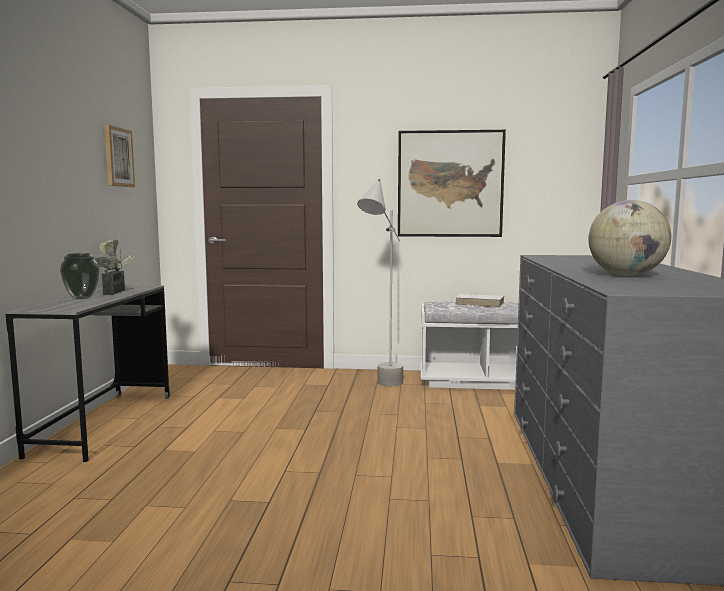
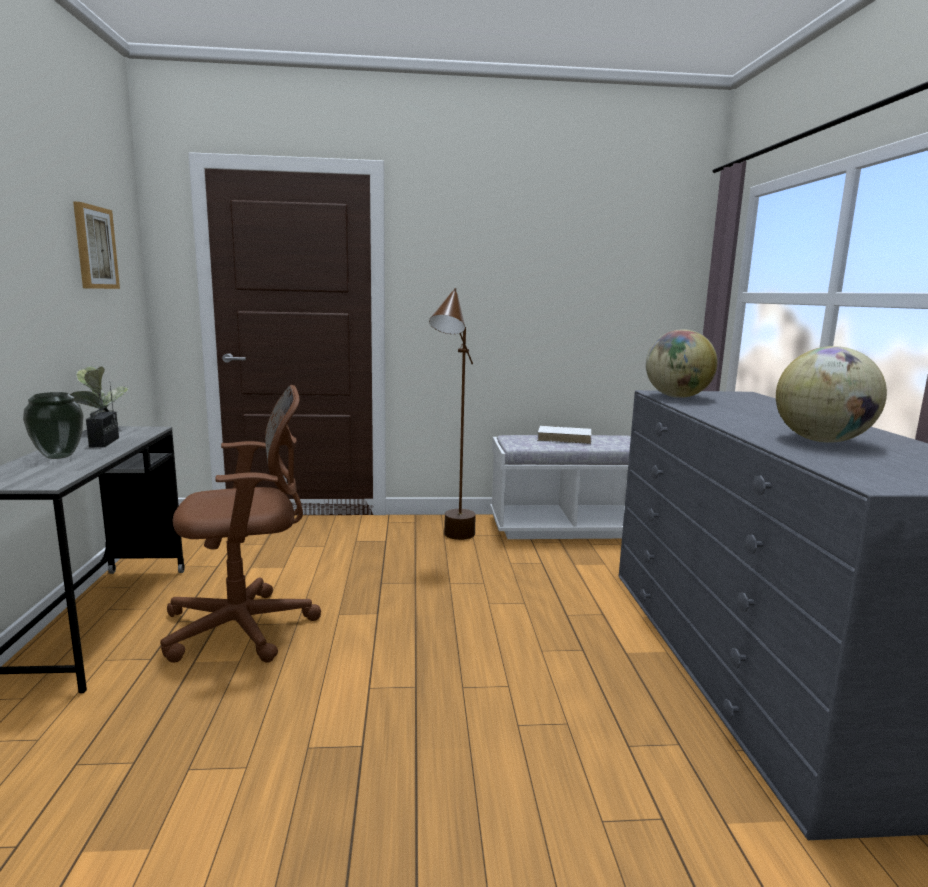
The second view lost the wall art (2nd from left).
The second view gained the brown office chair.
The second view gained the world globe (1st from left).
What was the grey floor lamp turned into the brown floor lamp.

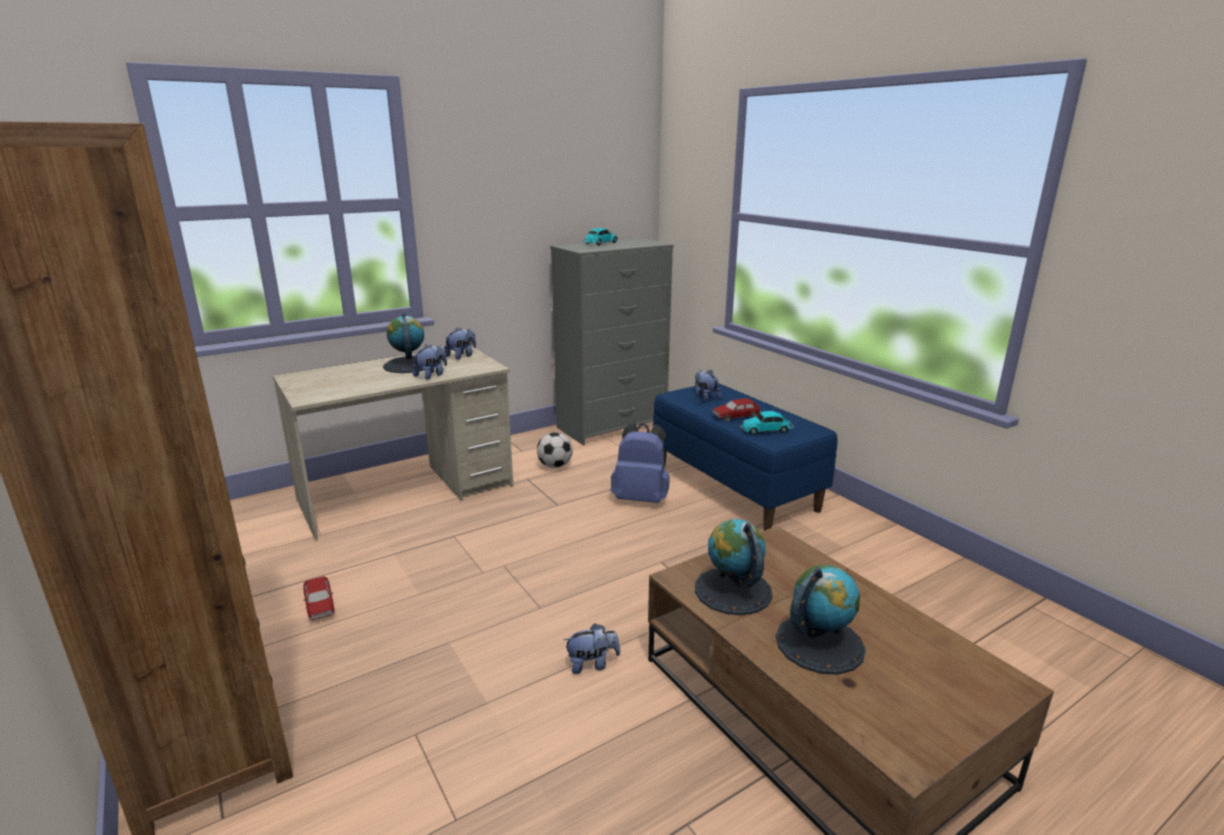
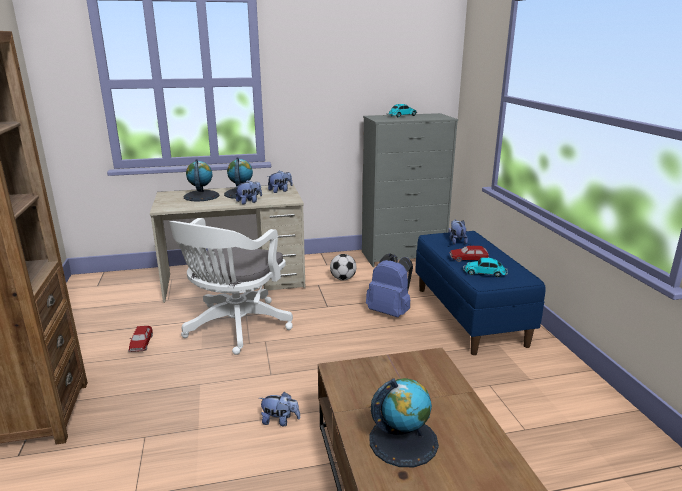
The second view gained the white office chair.
The world globe (2nd from left in the first image) ended up elsewhere.

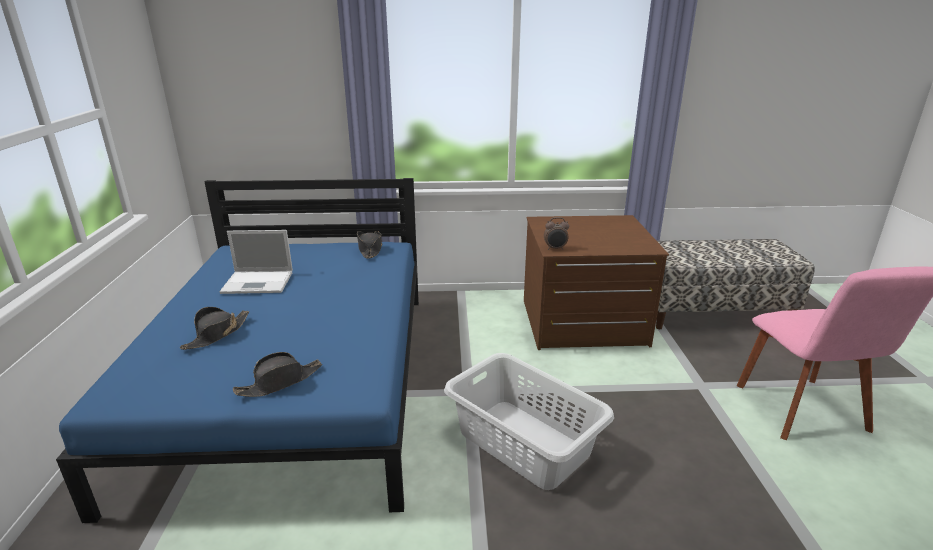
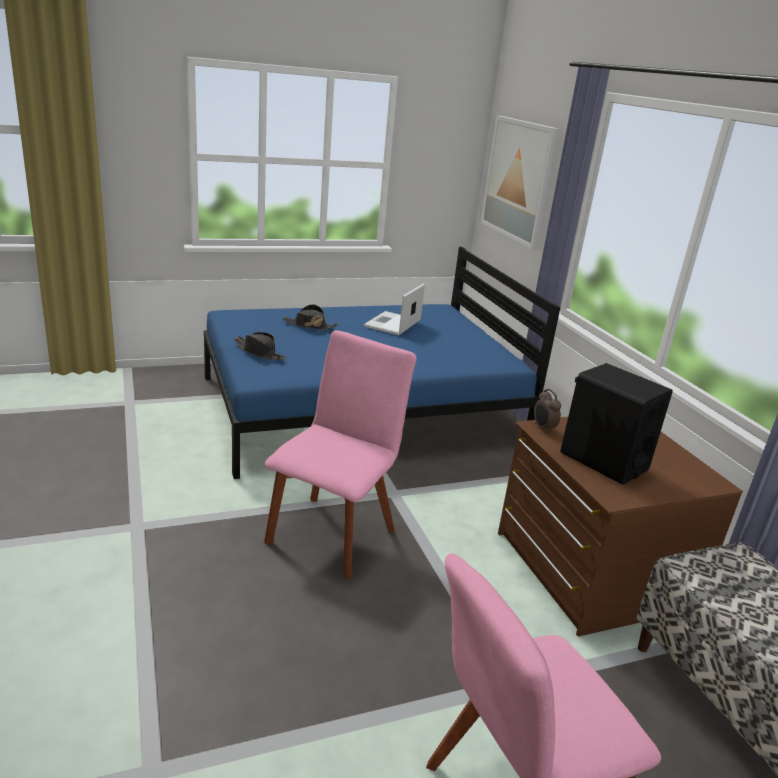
The second view lost the black wearable hat (3rd from left).
The second view gained the wall art.
The second view gained the black audio speaker.
Where the grey washing basket stood, the pink-coloured upright chair (1st from left) came to stand.
The laptop ended up facing another way, 45 degrees clockwise from before.

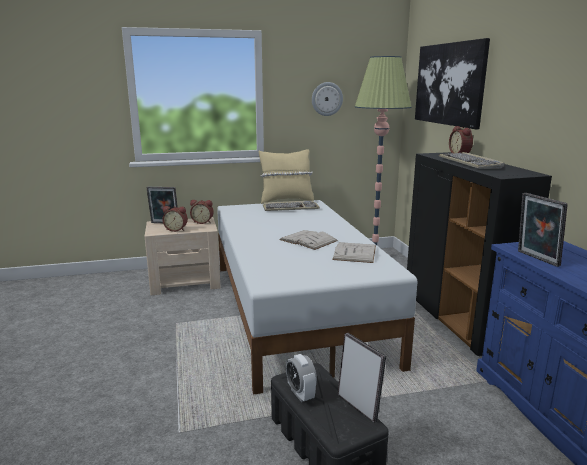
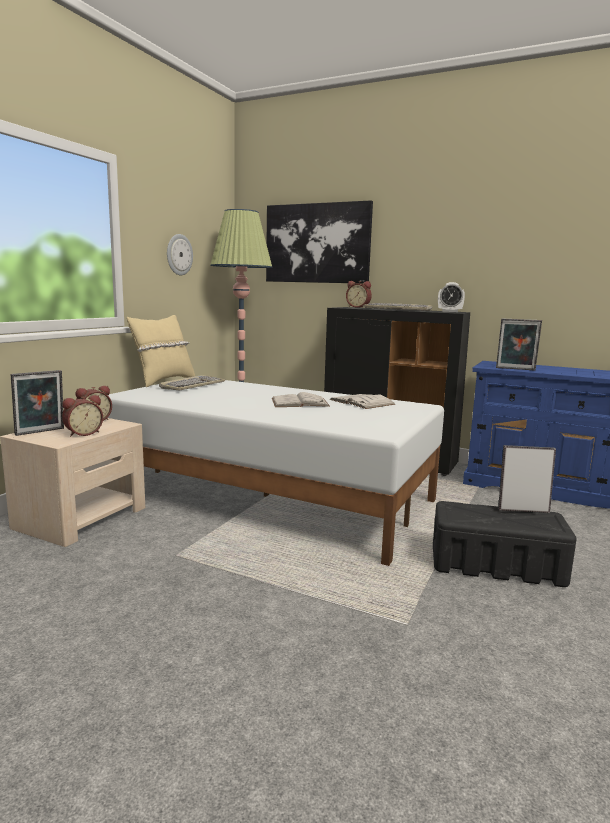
The table clock (3rd from left in the first image) ended up elsewhere.

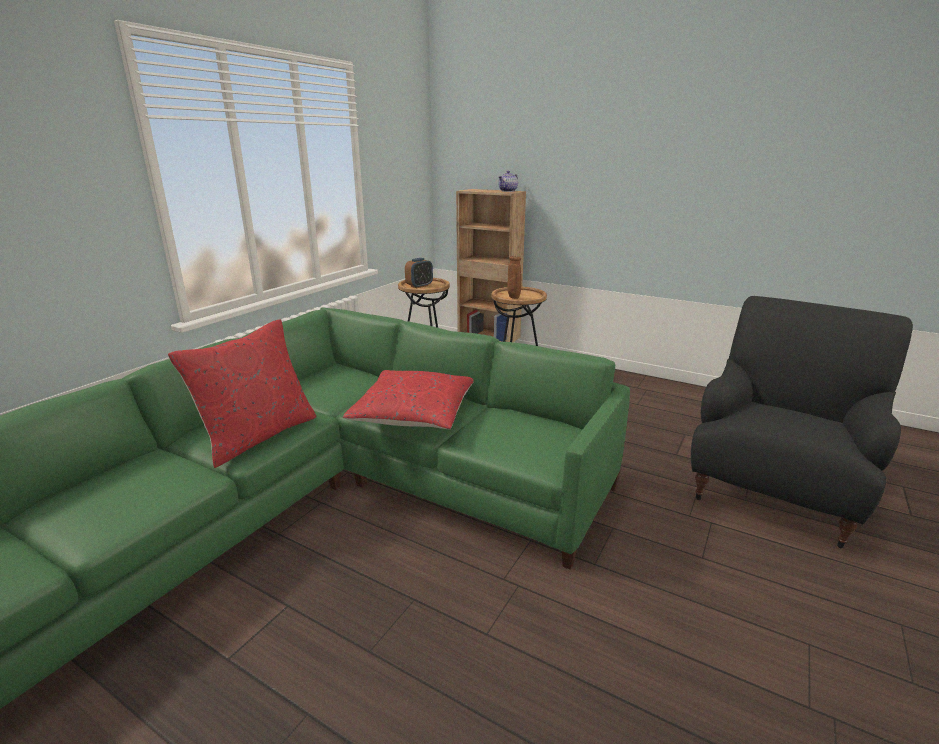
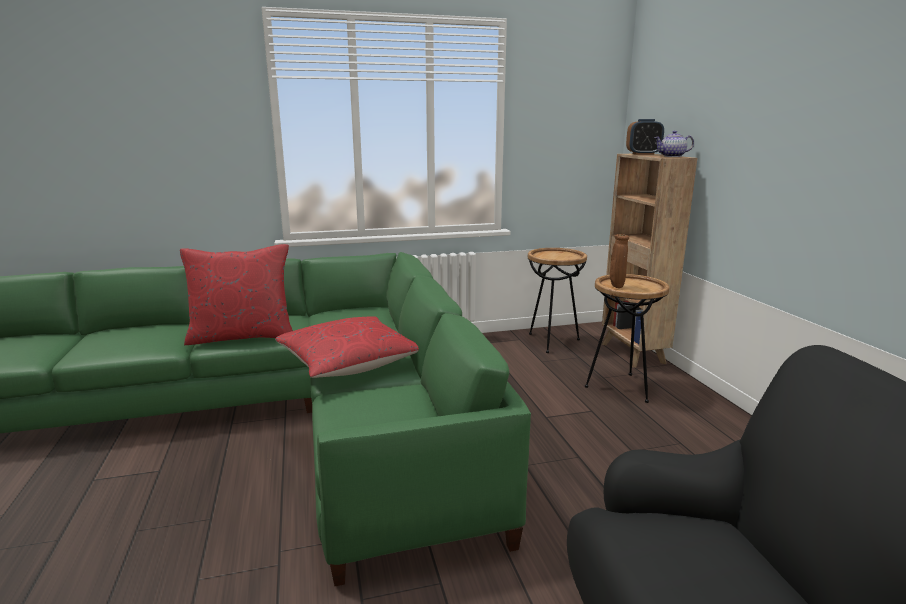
The table clock ended up elsewhere.

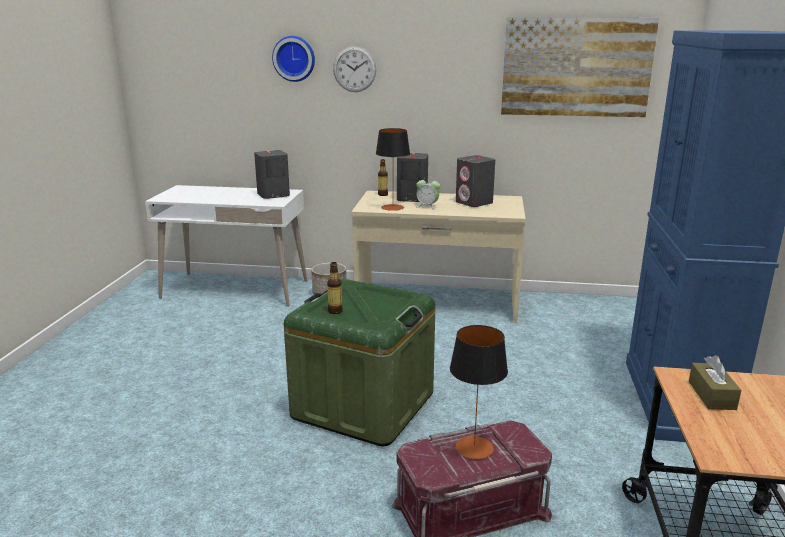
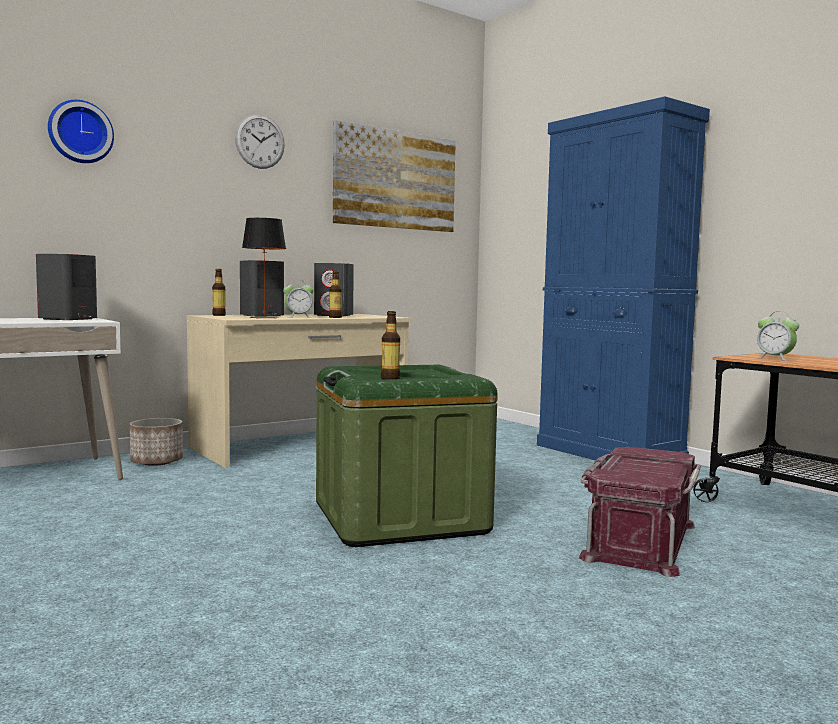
The second view lost the tabletop lamp (2nd from left).
The second view gained the drink bottle (2nd from left).
The wall clock (2nd from left) ended up elsewhere.
Where the brown tissue box stood, the table clock (2nd from left) came to stand.

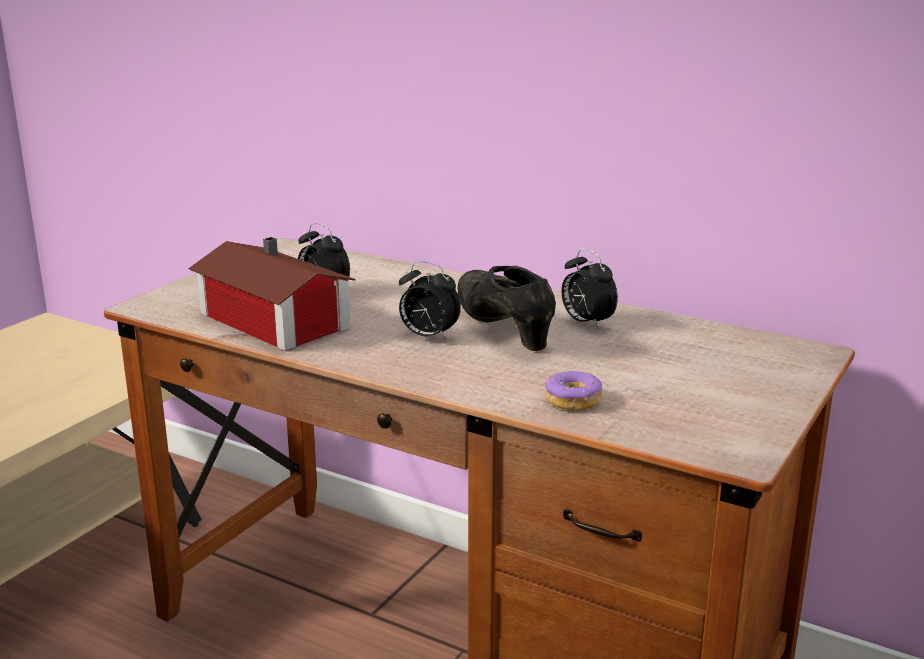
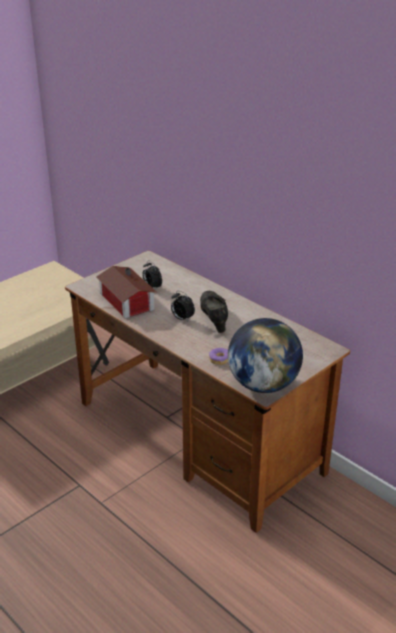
The second view lost the table clock (3rd from left).
The second view gained the world globe.

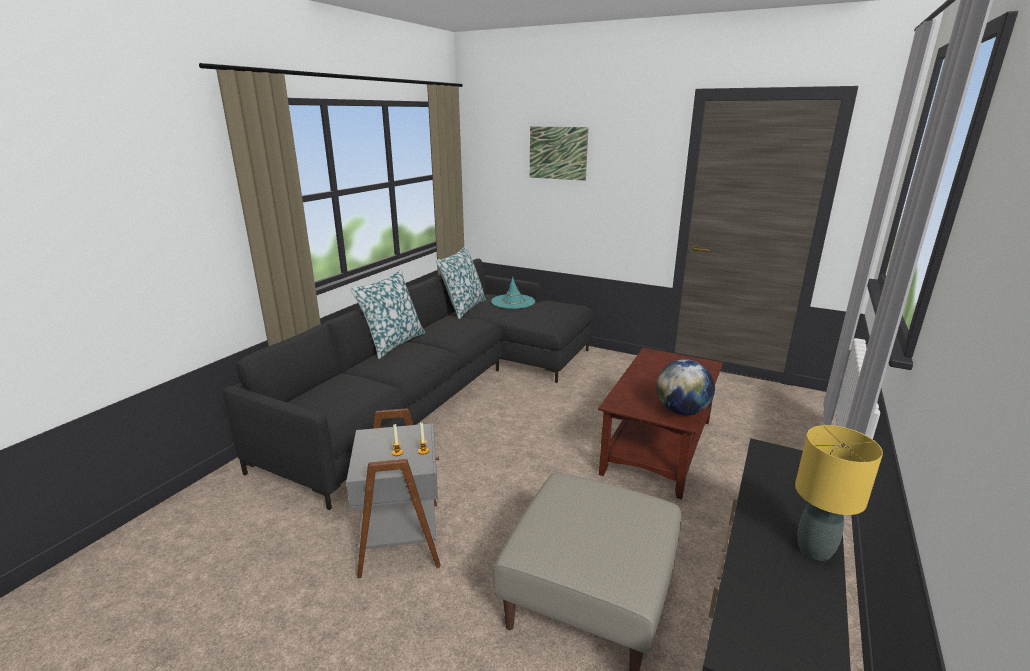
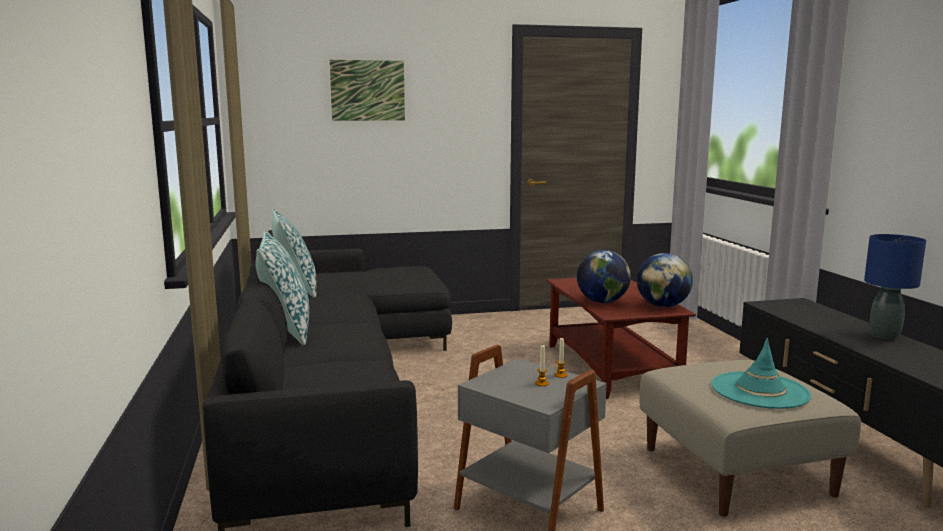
The second view gained the world globe (1st from left).
The turquoise-coloured wearable hat ended up elsewhere.
What was the yellow tabletop lamp turned into the bluish tabletop lamp.

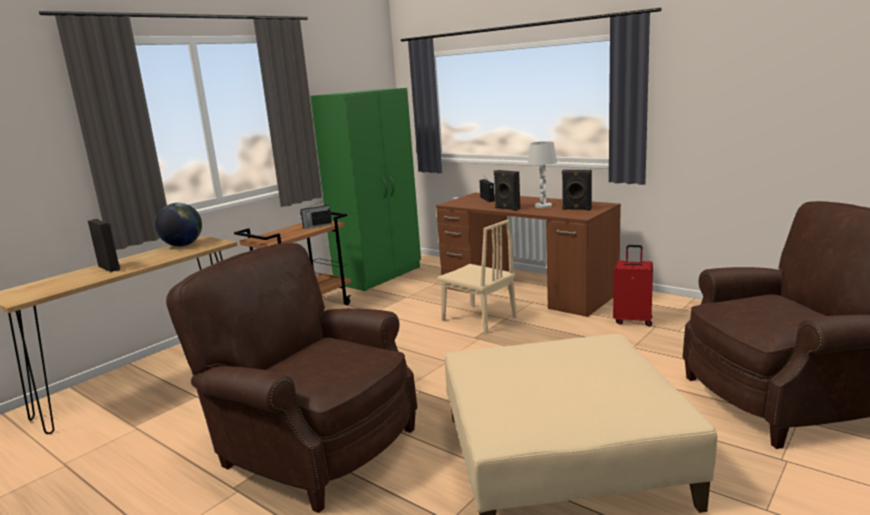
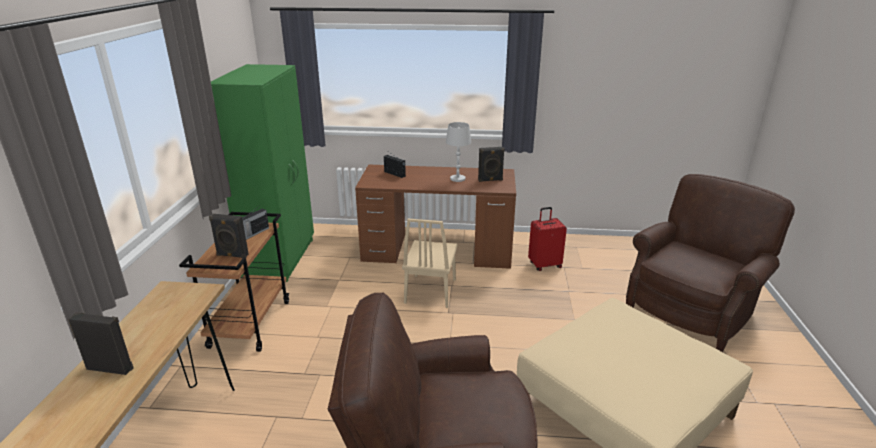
The second view lost the world globe.
The black audio speaker (2nd from left) ended up elsewhere.
The sand-coloured upright chair ended up facing another way, 90 degrees clockwise from before.

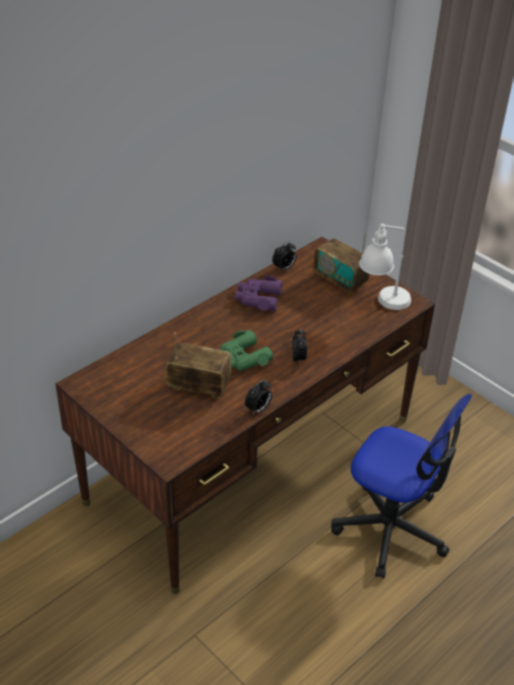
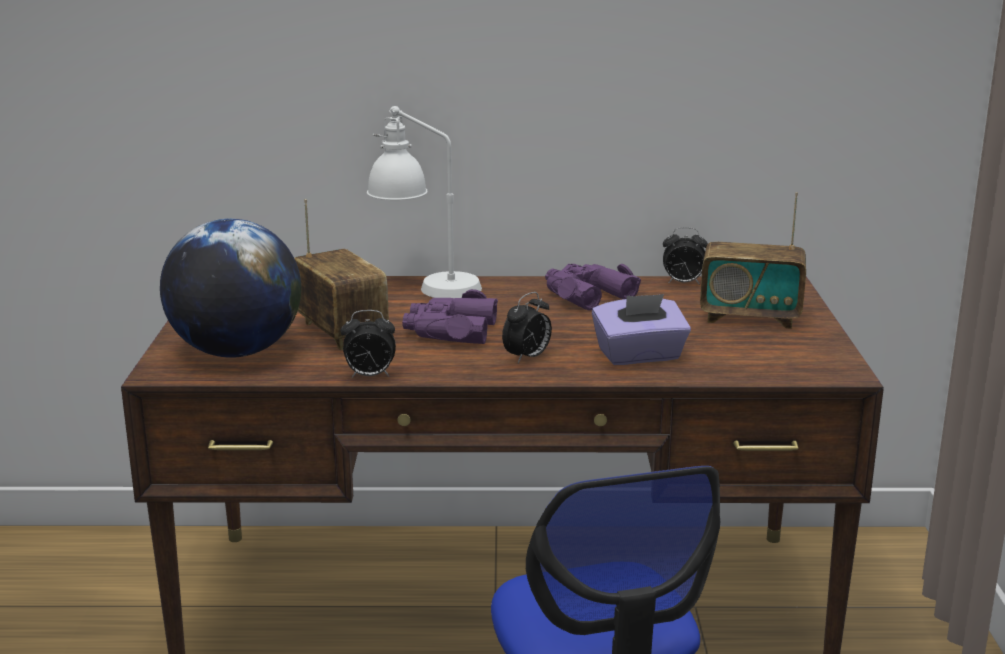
The second view gained the world globe.
The second view gained the purple tissue box.
The white tabletop lamp ended up elsewhere.
What was the green-coloured pair of binoculars turned into the purple pair of binoculars (1st from left).
The radio (2nd from left) ended up facing another way, 75 degrees counterclockwise from before.

